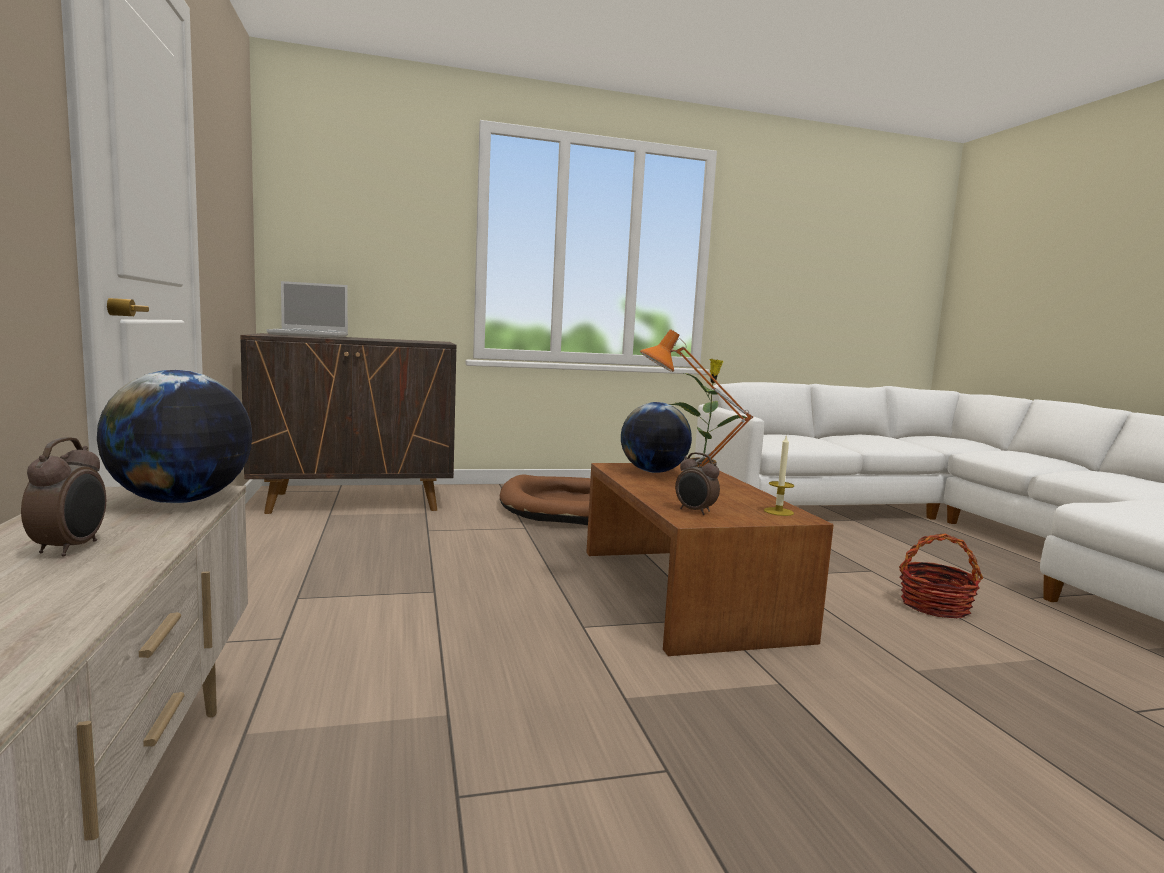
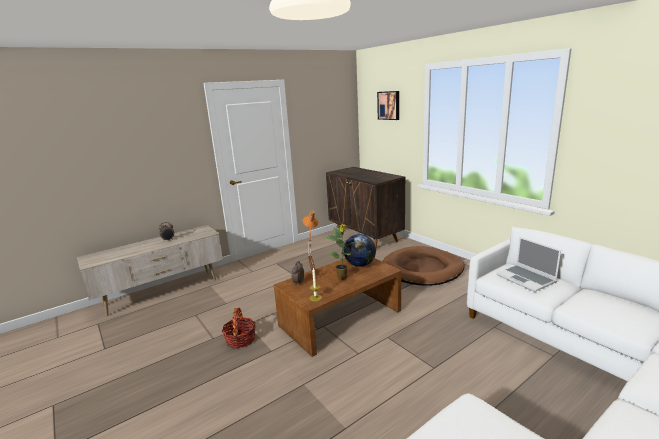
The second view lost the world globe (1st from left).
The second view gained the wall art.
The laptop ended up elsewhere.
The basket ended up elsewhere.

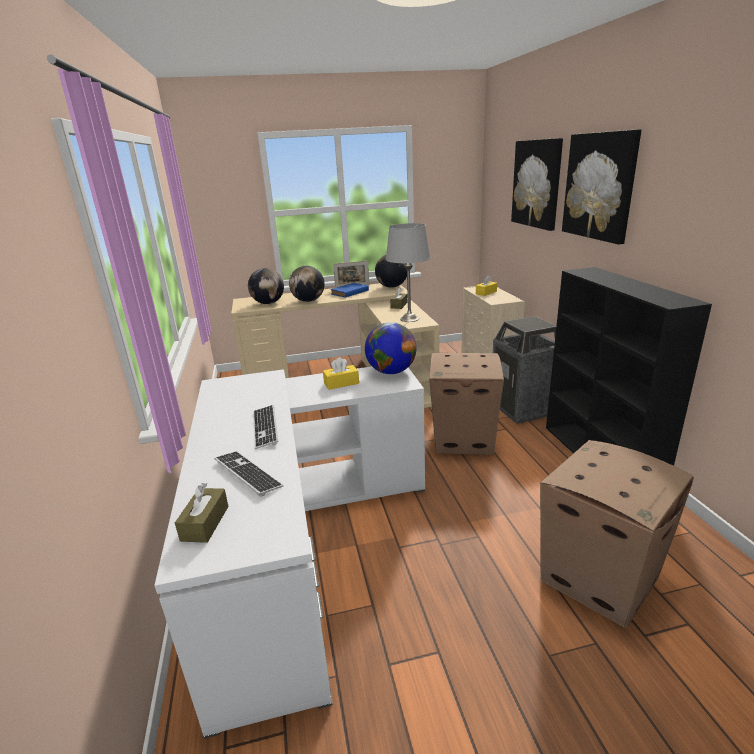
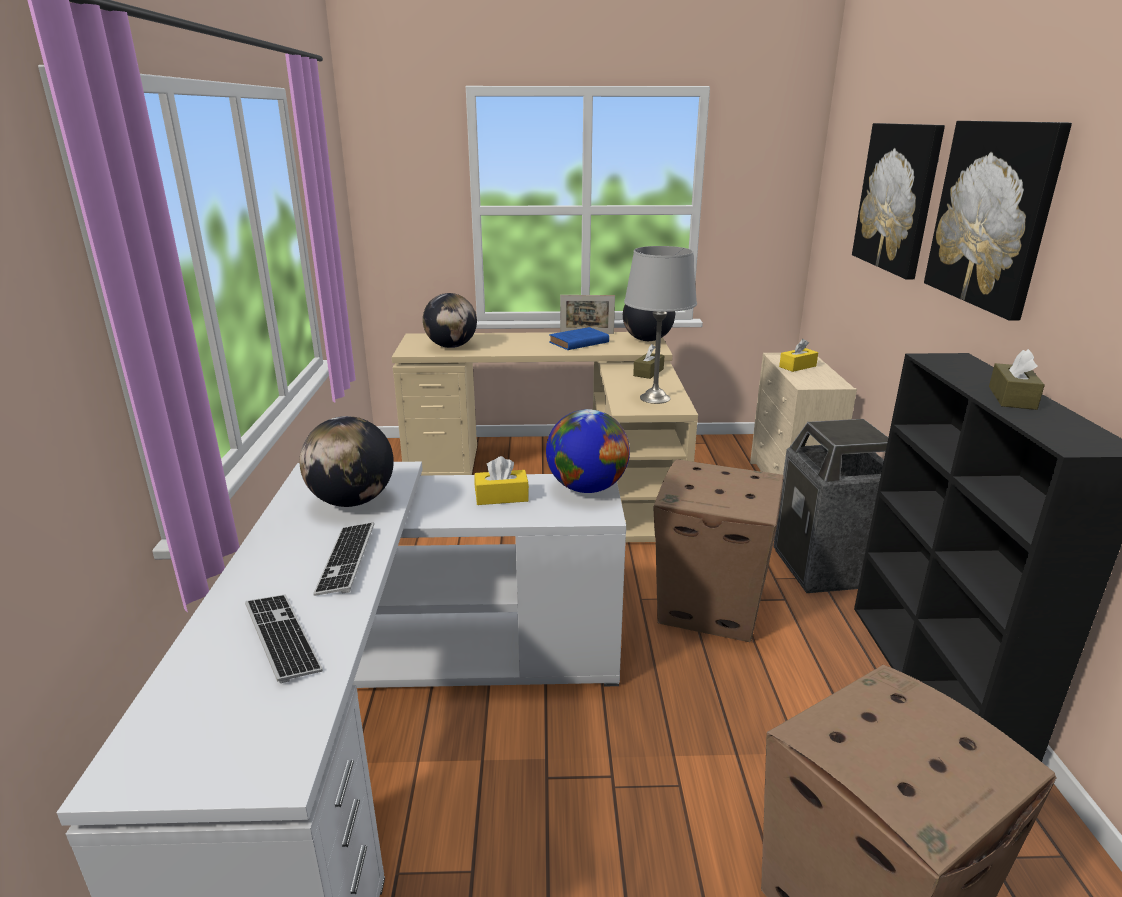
The brown tissue box (1st from left in the first image) ended up elsewhere.
The world globe (2nd from left in the first image) ended up elsewhere.

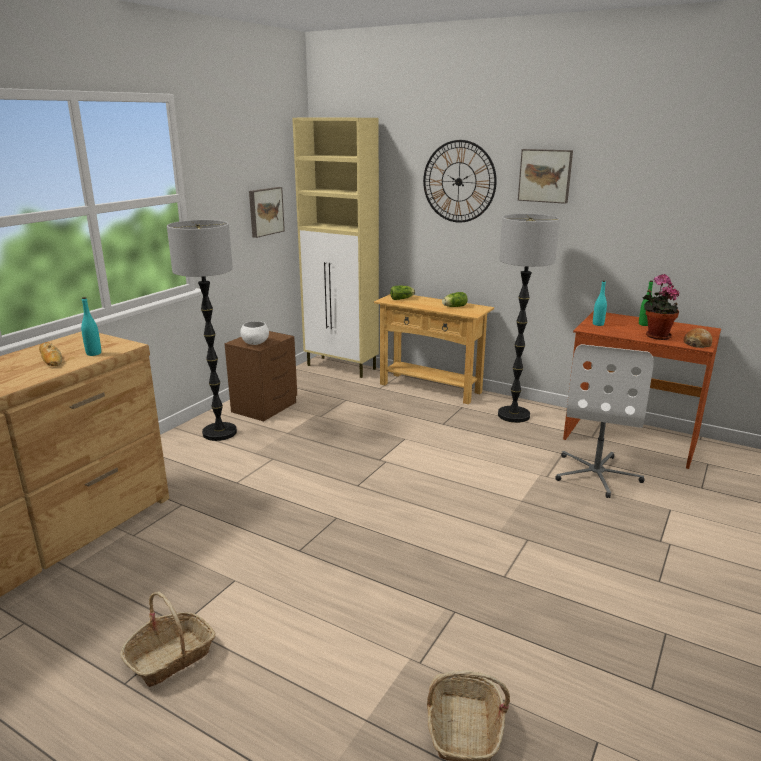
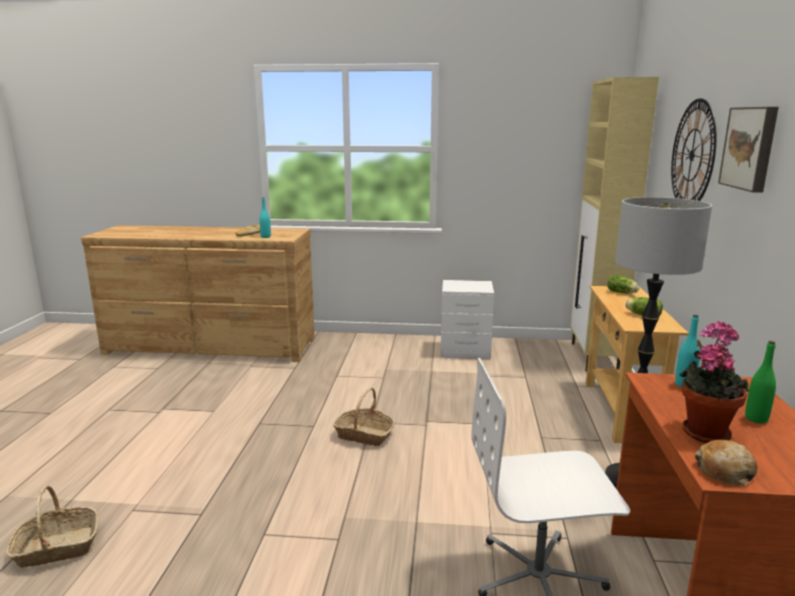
The second view lost the floor lamp (1st from left).
The second view lost the white deep dish.
The second view lost the wall art (1st from left).
The basket (1st from left in the first image) ended up elsewhere.
What was the brown nightstand turned into the white nightstand.

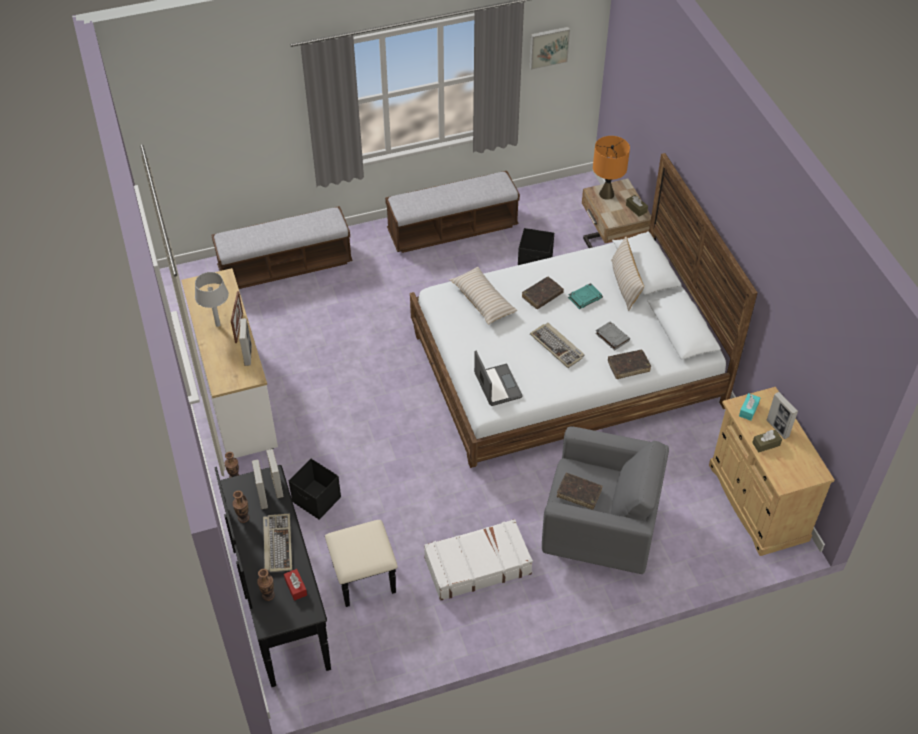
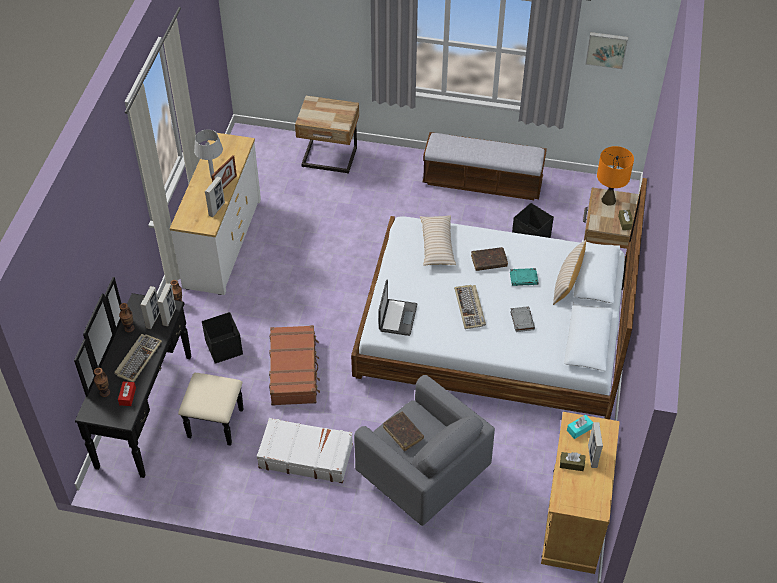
The second view lost the brown book (3rd from left).
The second view gained the brown piece of luggage.
Where the bench (1st from left) stood, the sand-coloured nightstand (1st from left) came to stand.

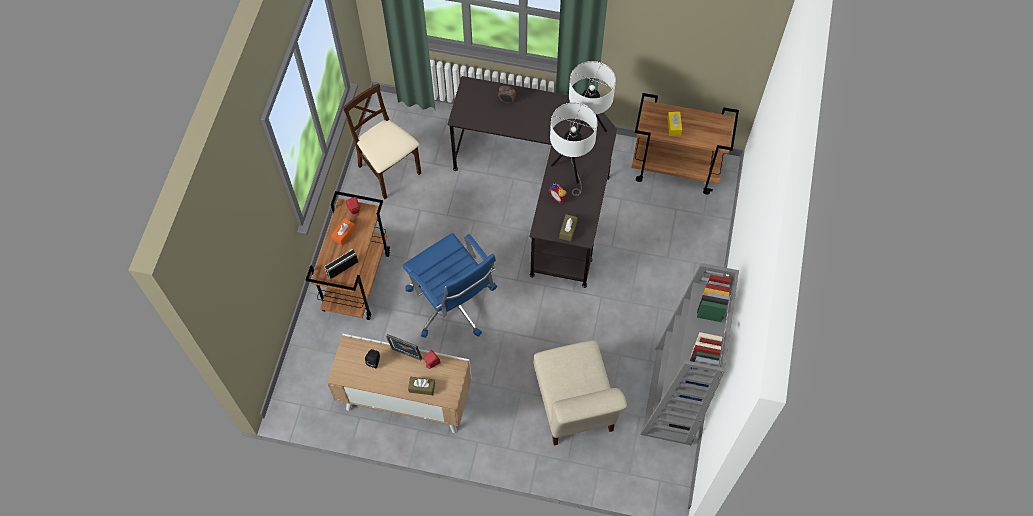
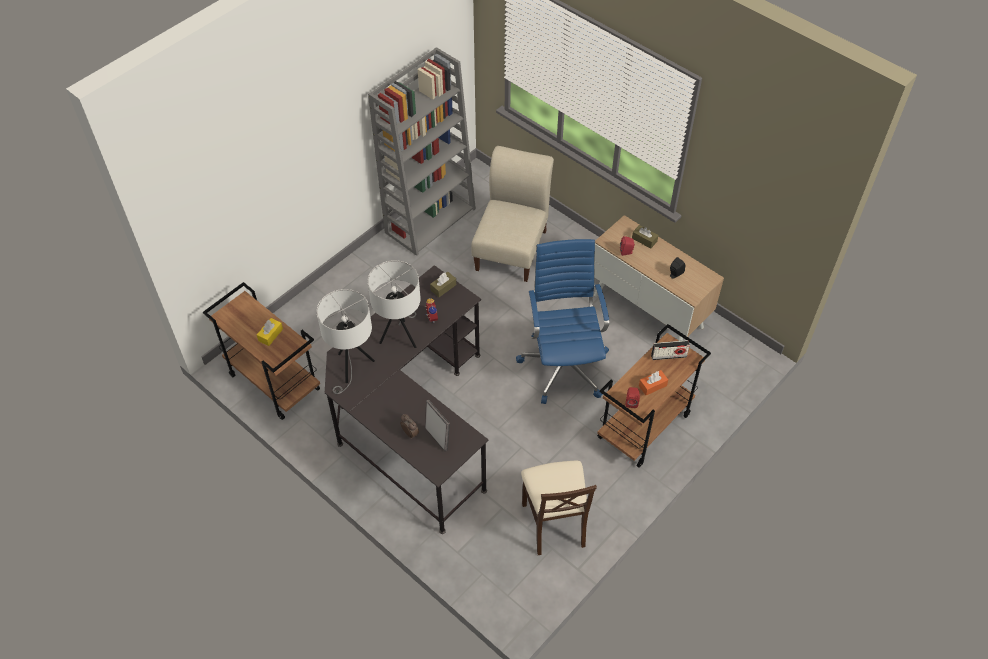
The picture frame ended up elsewhere.

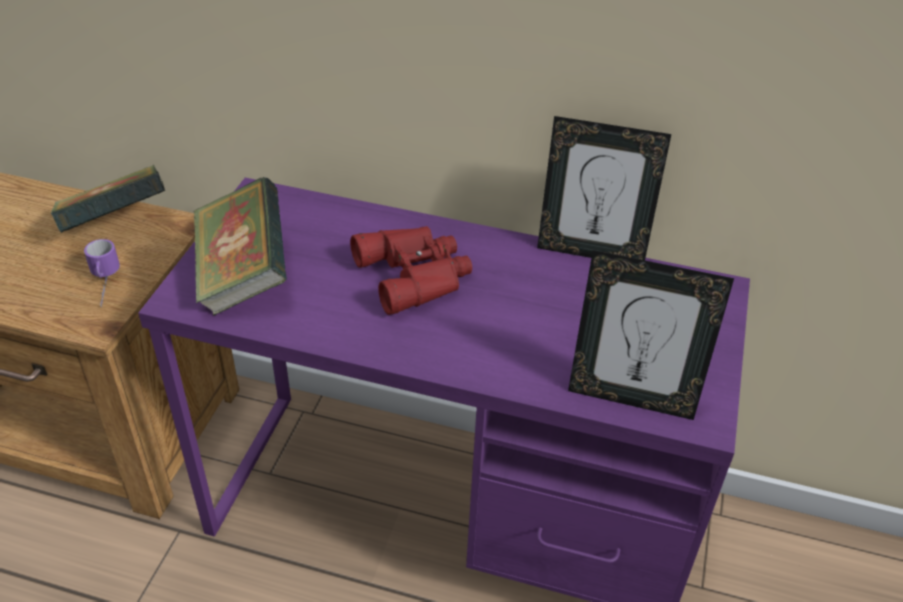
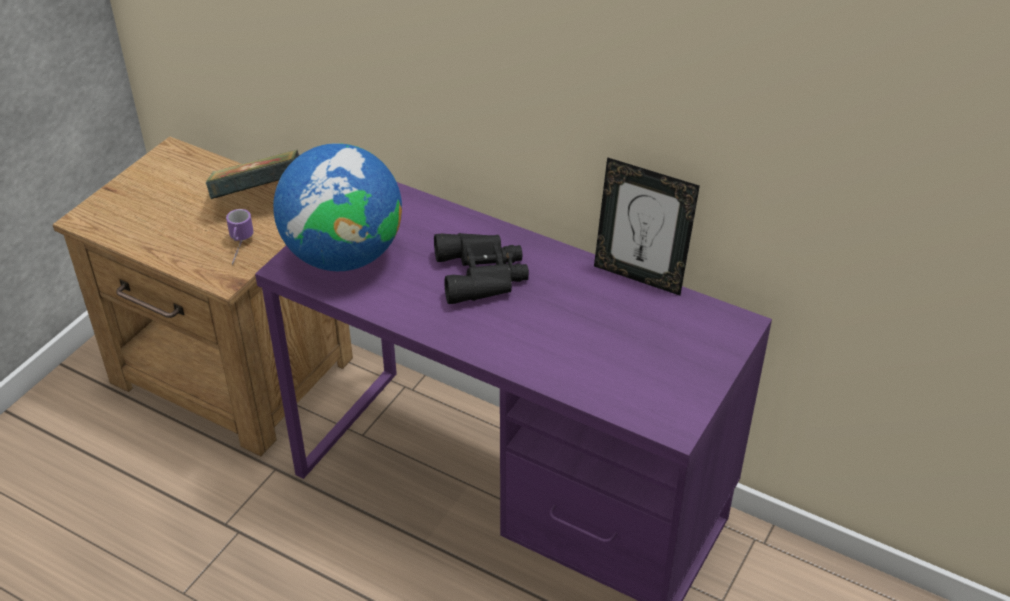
The second view lost the picture frame (2nd from left).
Where the book (2nd from left) stood, the world globe came to stand.
What was the red-coloured pair of binoculars turned into the black pair of binoculars.

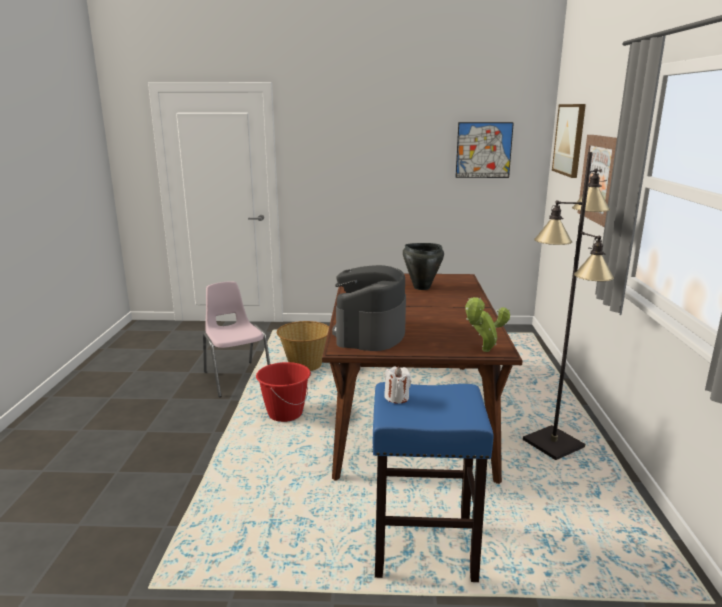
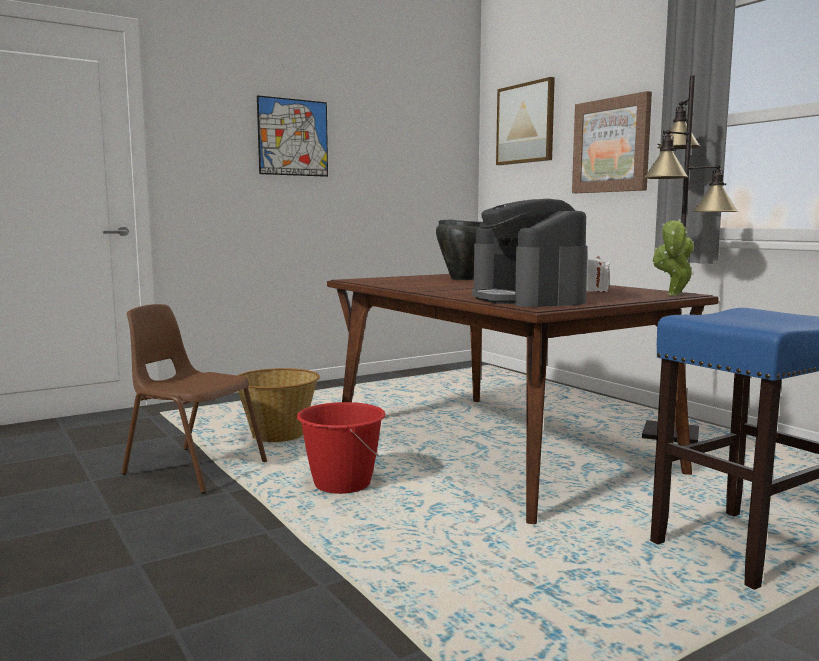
The white wax light ended up elsewhere.
The wall art (1st from left) ended up elsewhere.
What was the pink-coloured upright chair turned into the brown upright chair.

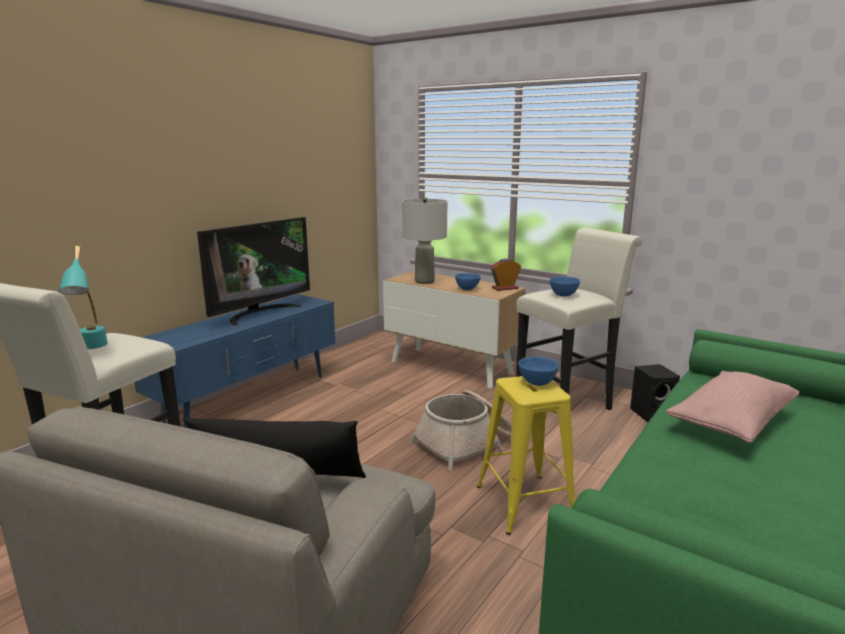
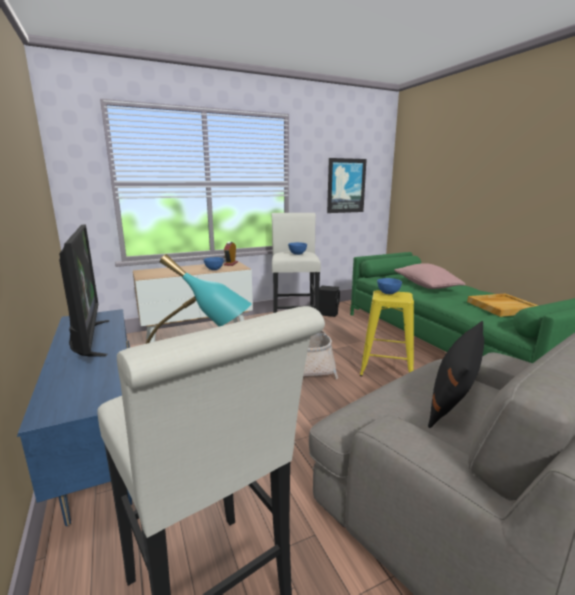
The second view lost the grey tabletop lamp.
The second view gained the wall art.
The second view gained the sand-coloured tray.

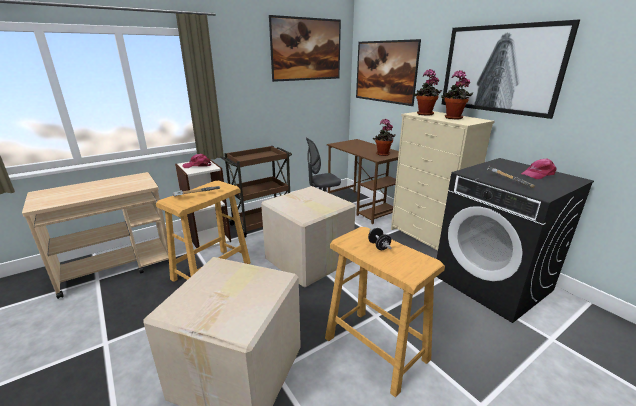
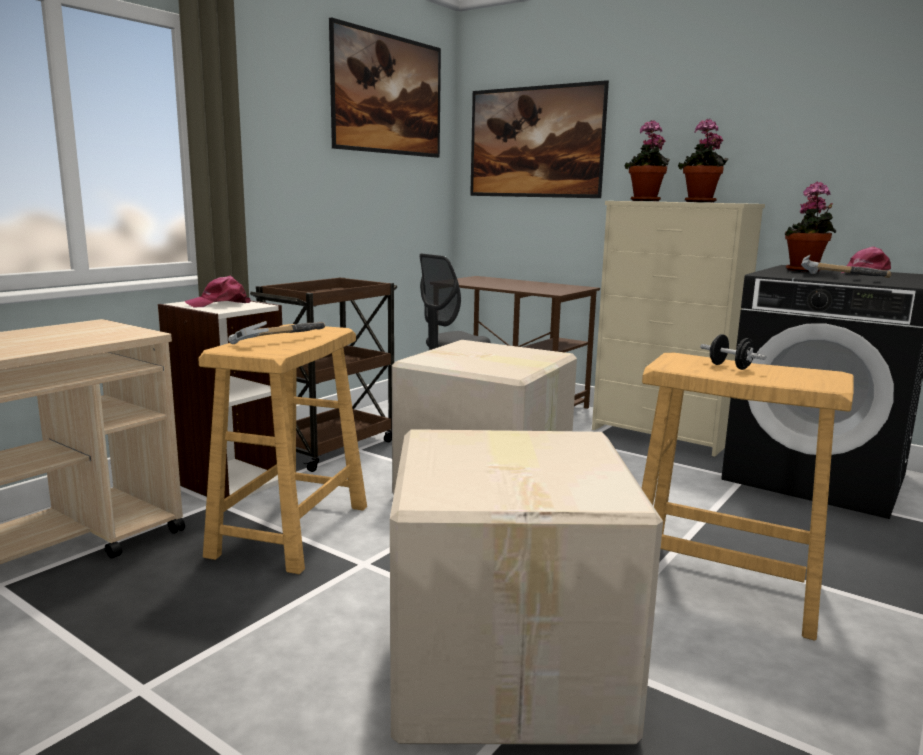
The second view lost the wall art (3rd from left).
The houseplant (1st from left in the first image) ended up elsewhere.

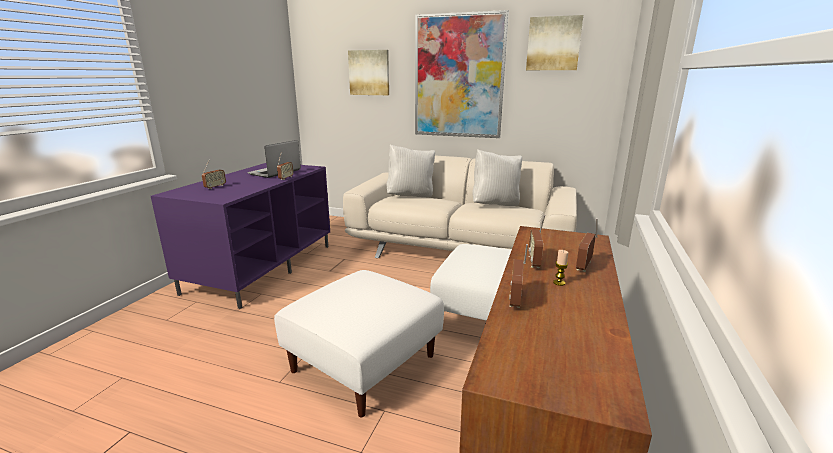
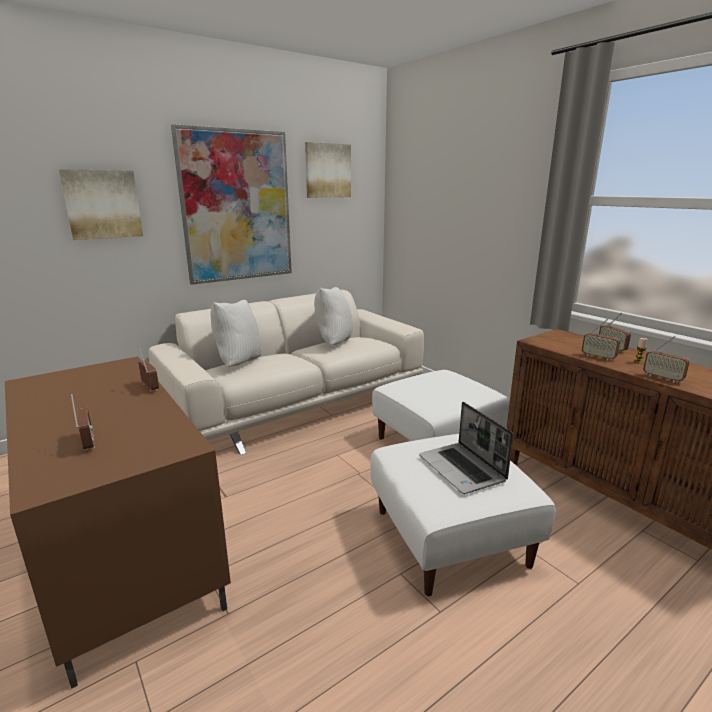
The laptop ended up elsewhere.
What was the purple tv stand turned into the brown tv stand.

